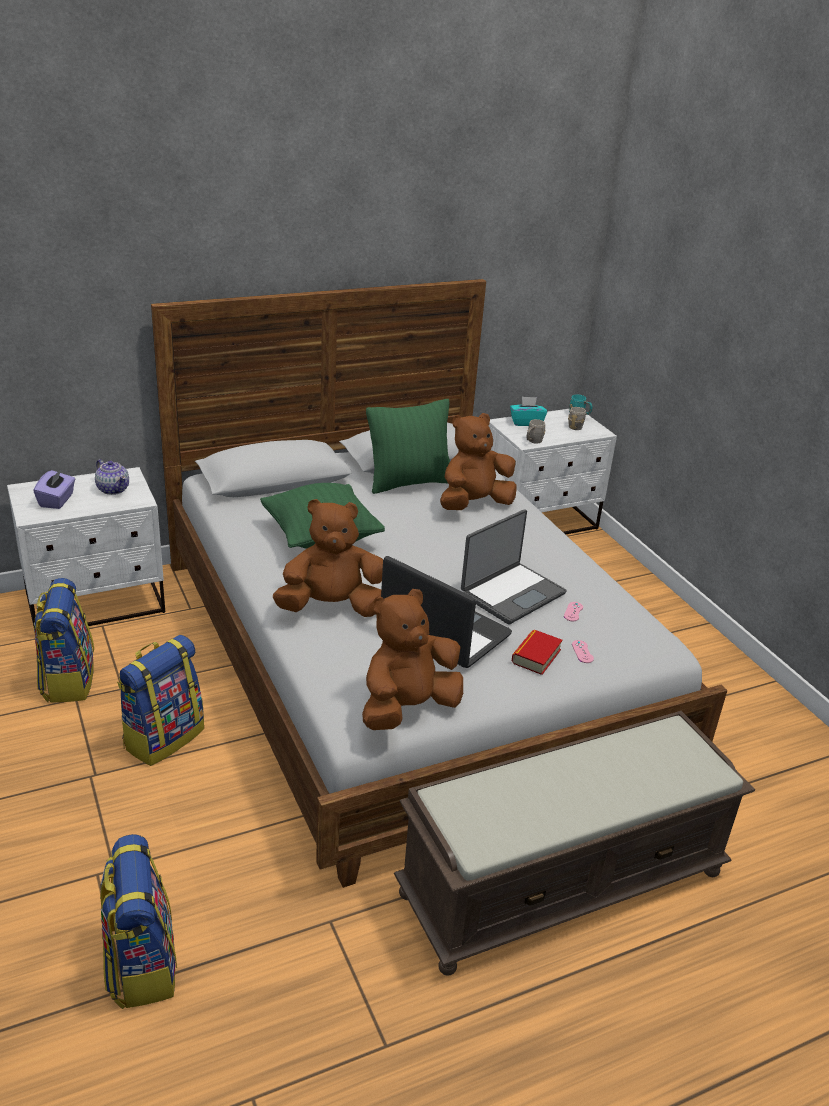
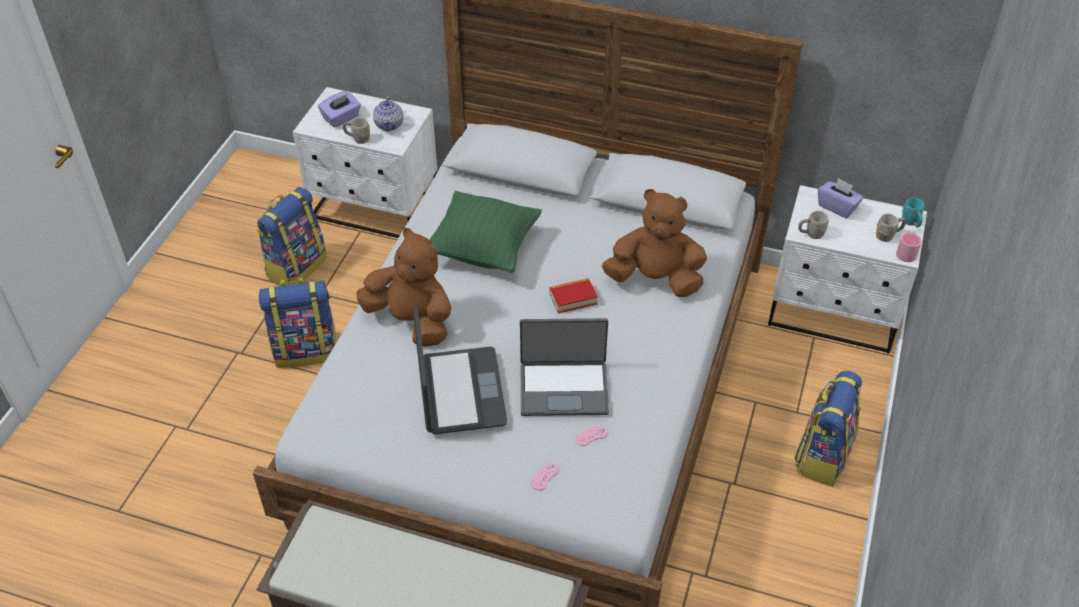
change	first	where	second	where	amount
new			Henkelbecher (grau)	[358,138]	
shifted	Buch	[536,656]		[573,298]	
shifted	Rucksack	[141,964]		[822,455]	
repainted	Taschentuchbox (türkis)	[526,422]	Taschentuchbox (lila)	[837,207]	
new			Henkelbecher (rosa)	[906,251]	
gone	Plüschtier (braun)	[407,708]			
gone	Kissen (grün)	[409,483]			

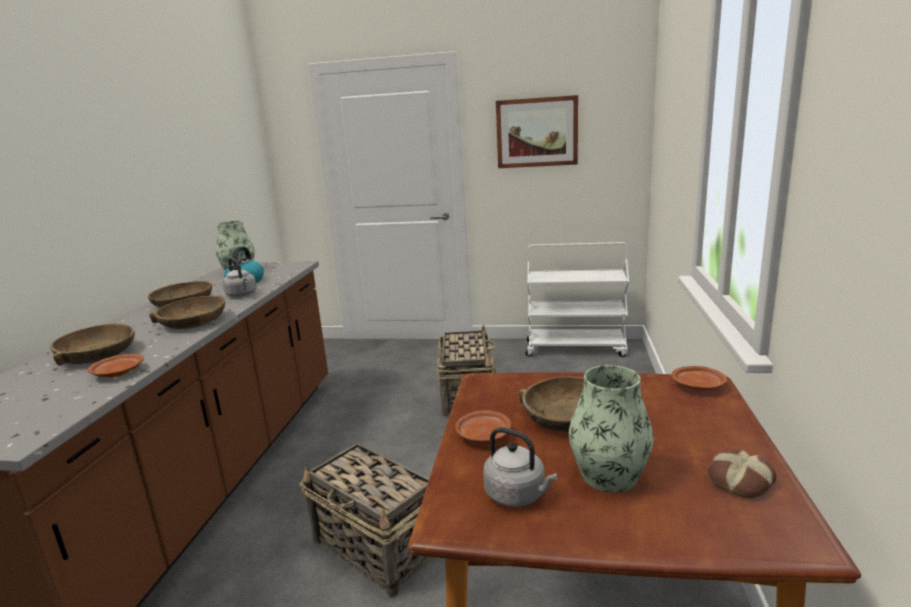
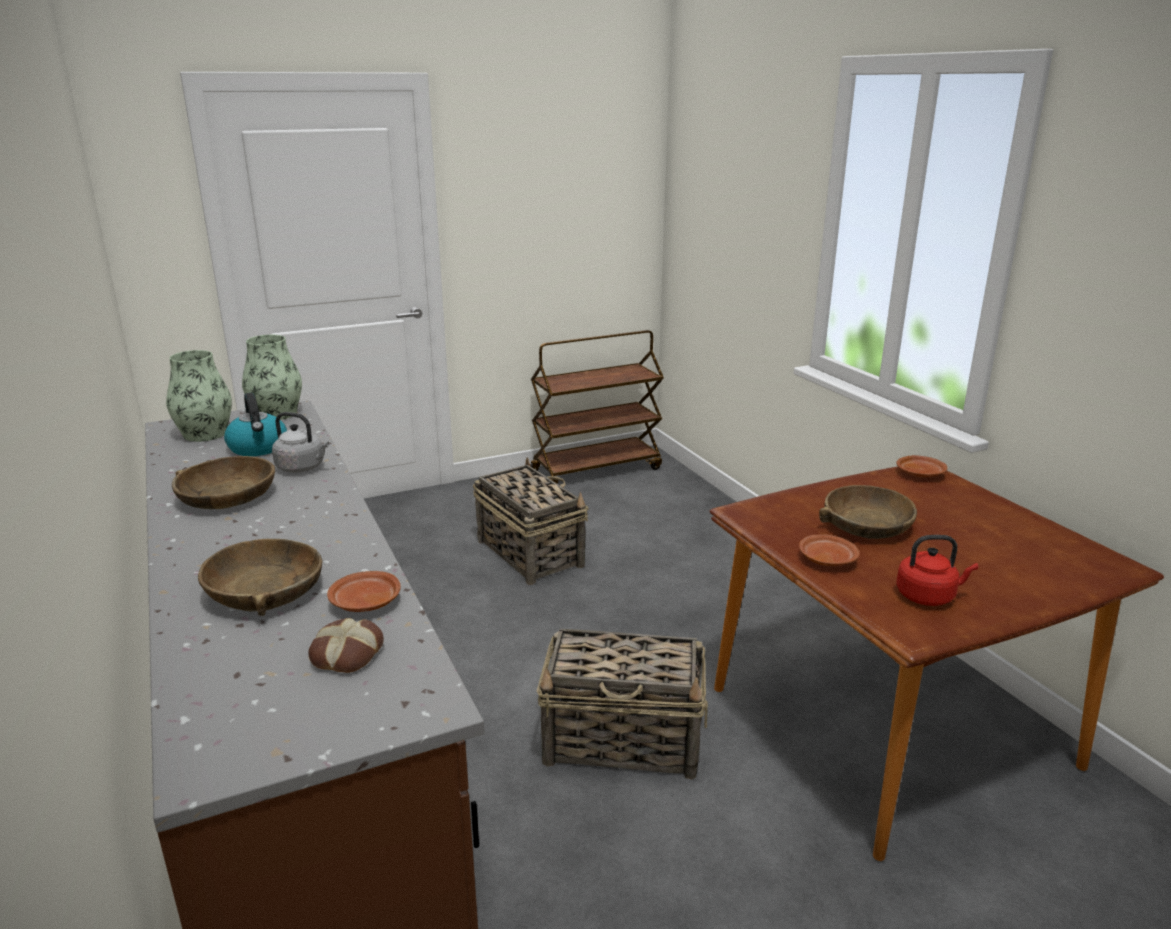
change	first	where	second	where	amount
shifted	Vase	[608,475]		[276,414]	
shifted	Brot	[739,480]		[346,653]	
repainted	Rollwagen (weiß)	[576,348]	Rollwagen (braun)	[596,470]	
repainted	Wasserkessel (grau)	[518,495]	Wasserkessel (rot)	[928,596]	
gone	Schüssel (braun)	[193,322]			
gone	Bild	[537,132]			

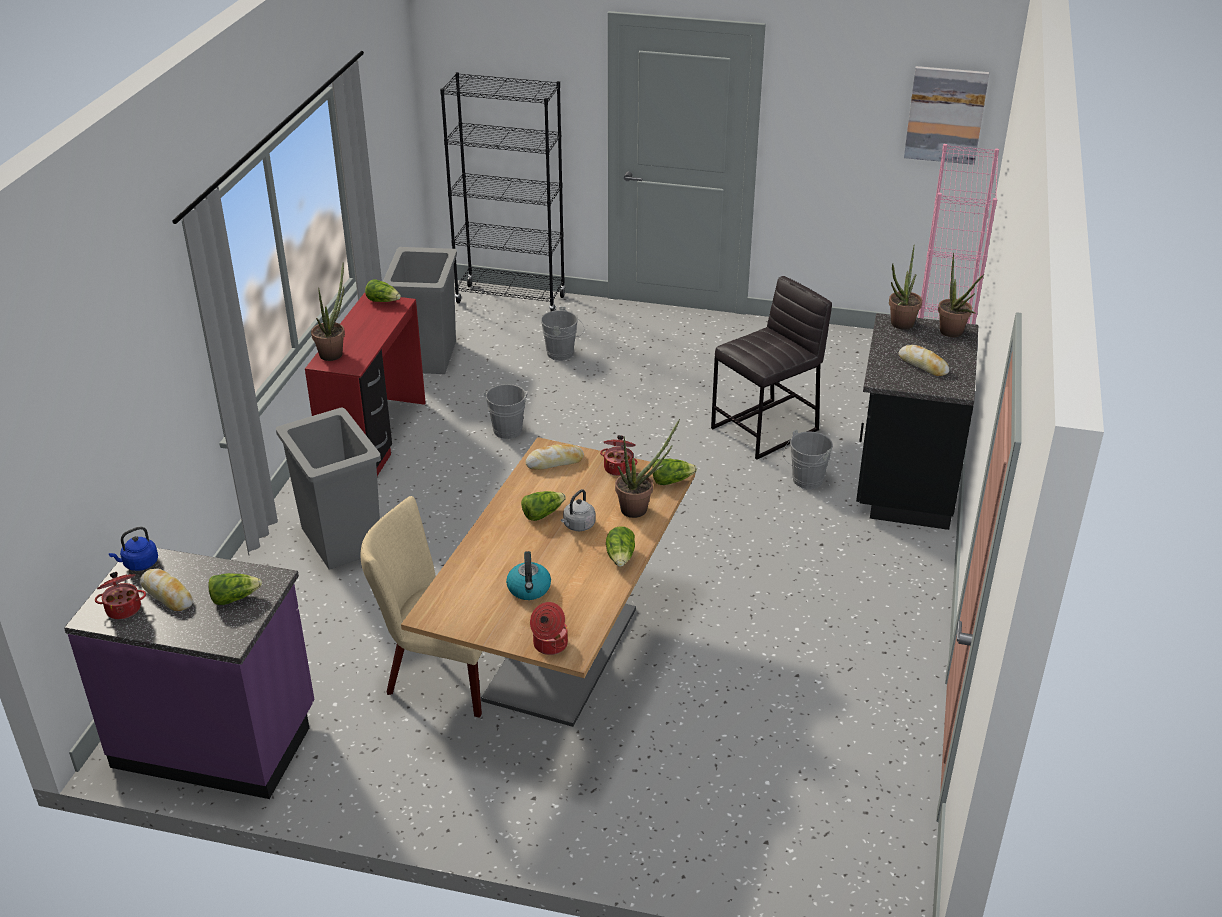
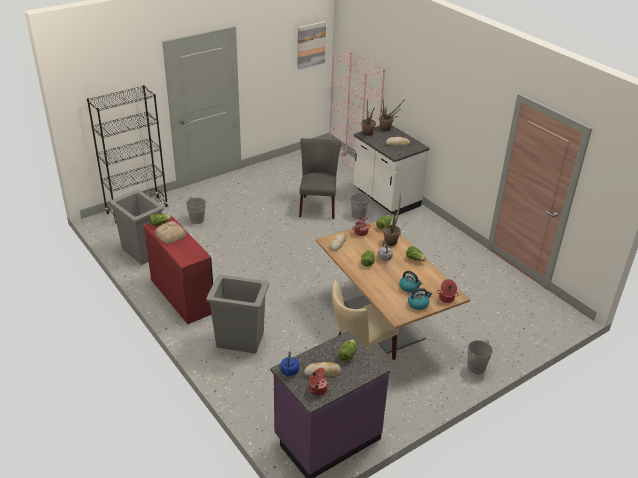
change	first	where	second	where	amount
new			Brot	[170,234]	
swapped	Hocker (grau)	[766,429]	Stuhl (grau)	[318,205]	
repainted	Küchenzeile (schwarz)	[903,482]	Küchenzeile (weiß)	[385,198]	
new			Wasserkessel	[418,304]	
shifted	Eimer (grau)	[508,428]		[474,366]	
gone	Topfpflanze	[334,352]			

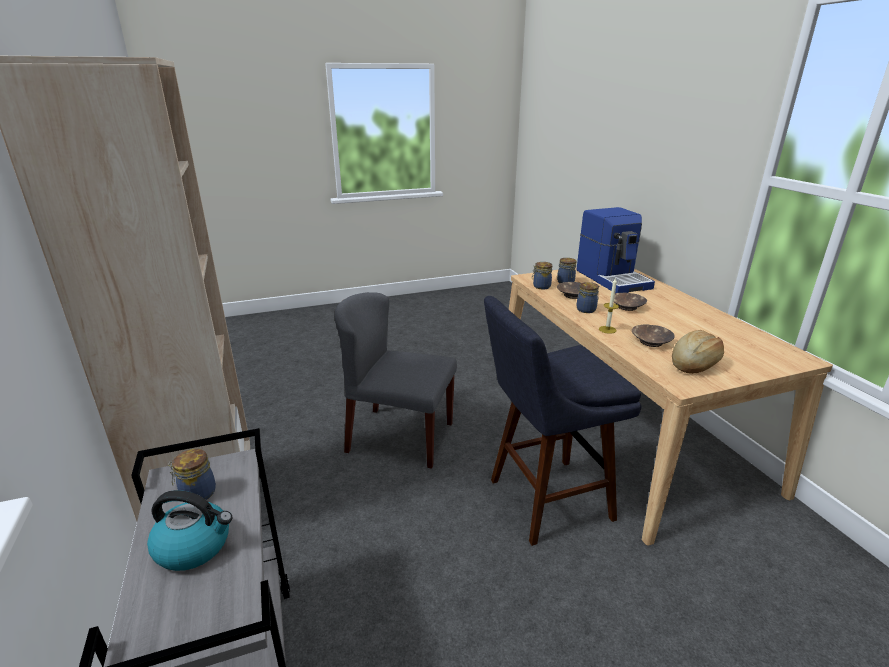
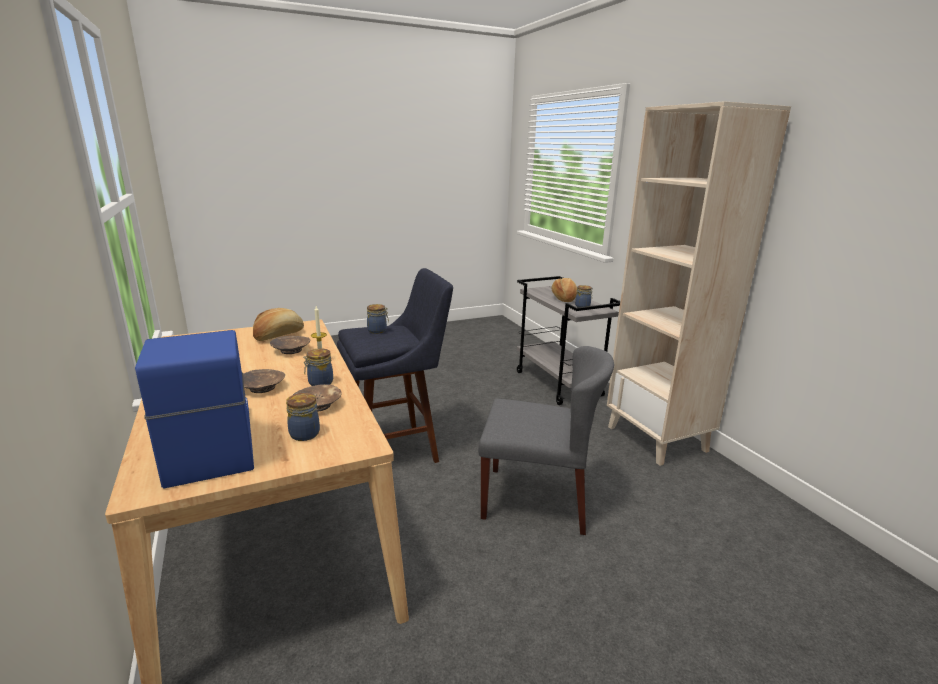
change	first	where	second	where	amount
shifted	Vorratsglas	[541,286]		[378,331]	
swapped	Wasserkessel	[195,546]	Brot	[564,298]	

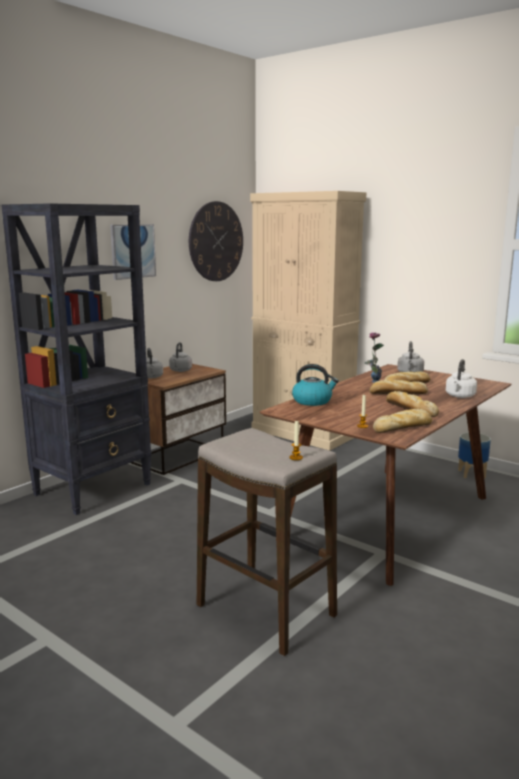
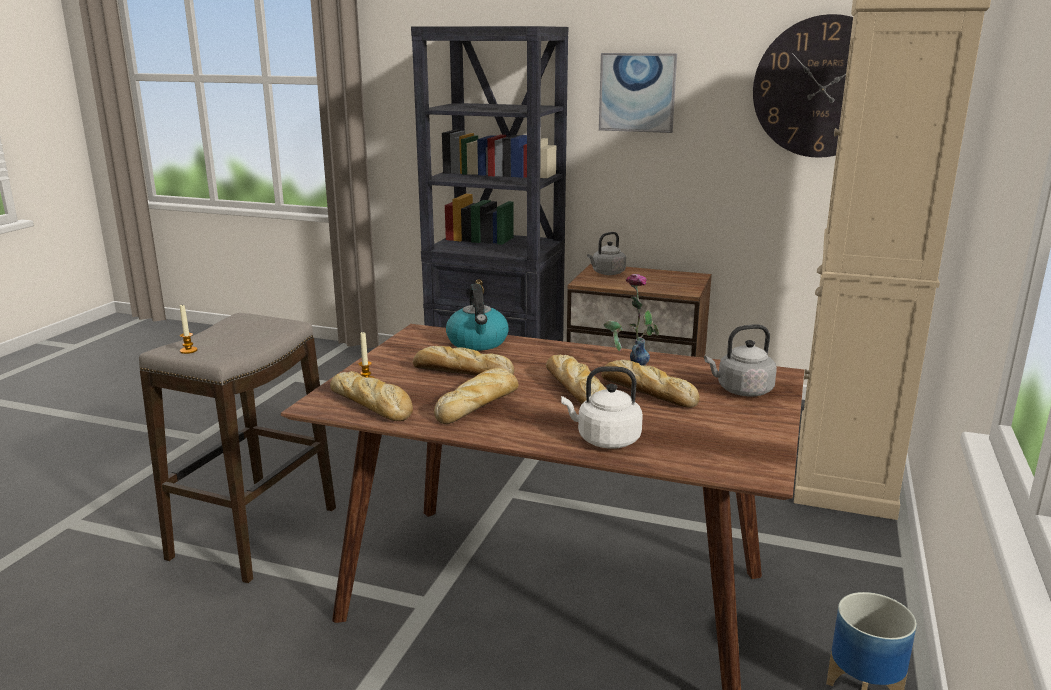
change	first	where	second	where	amount
new			Brot	[461,372]	
gone	Wasserkessel (grau)	[180,371]			

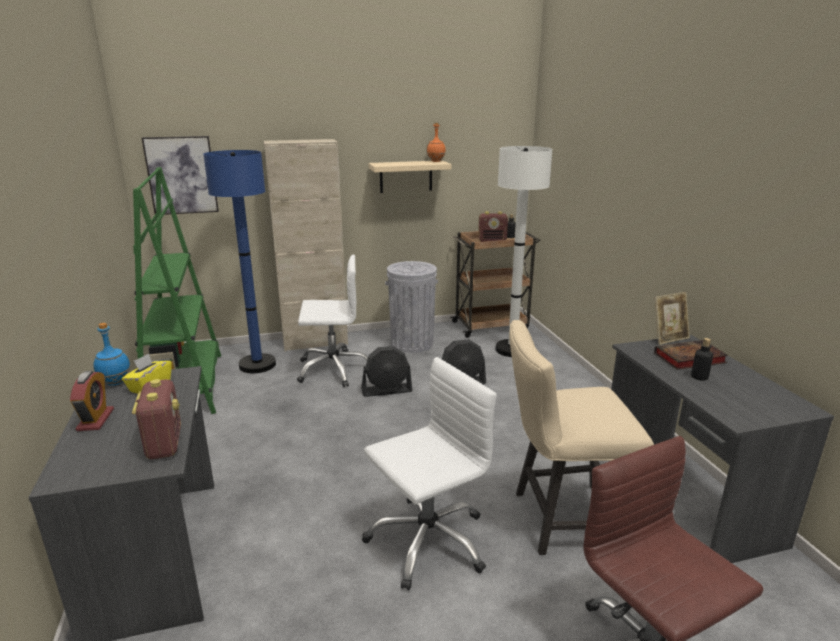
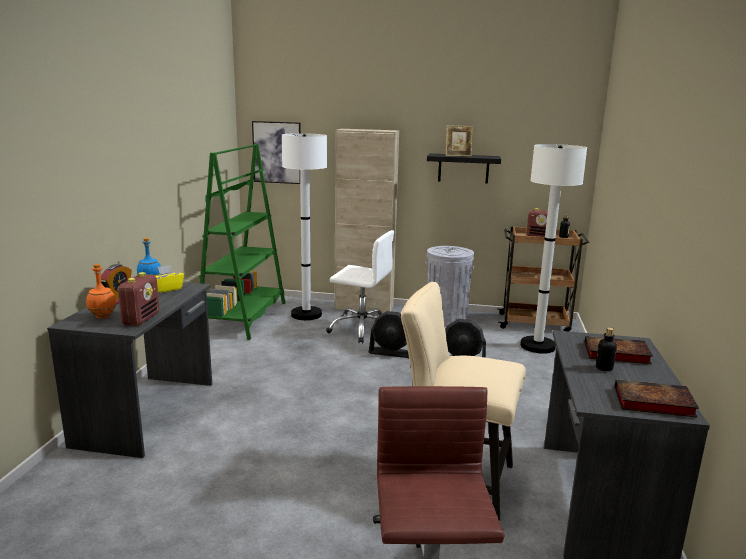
change	first	where	second	where	amount
shifted	Flasche (orange)	[436,161]		[103,317]	
repainted	Stehlampe (blau)	[257,365]	Stehlampe (weiß)	[306,314]	
repainted	Wandregal (beige)	[406,176]	Wandregal (schwarz)	[463,168]	
shifted	Bilderrahmen	[668,338]		[458,155]	
new			Buch	[651,402]	
gone	Bürostuhl (weiß)	[427,540]			

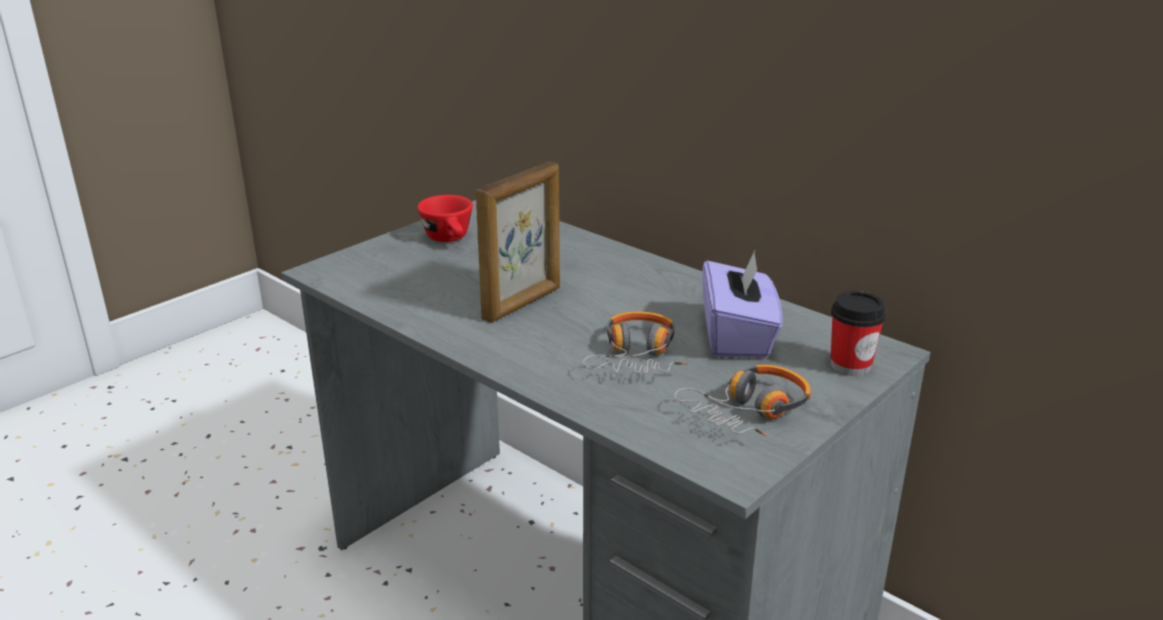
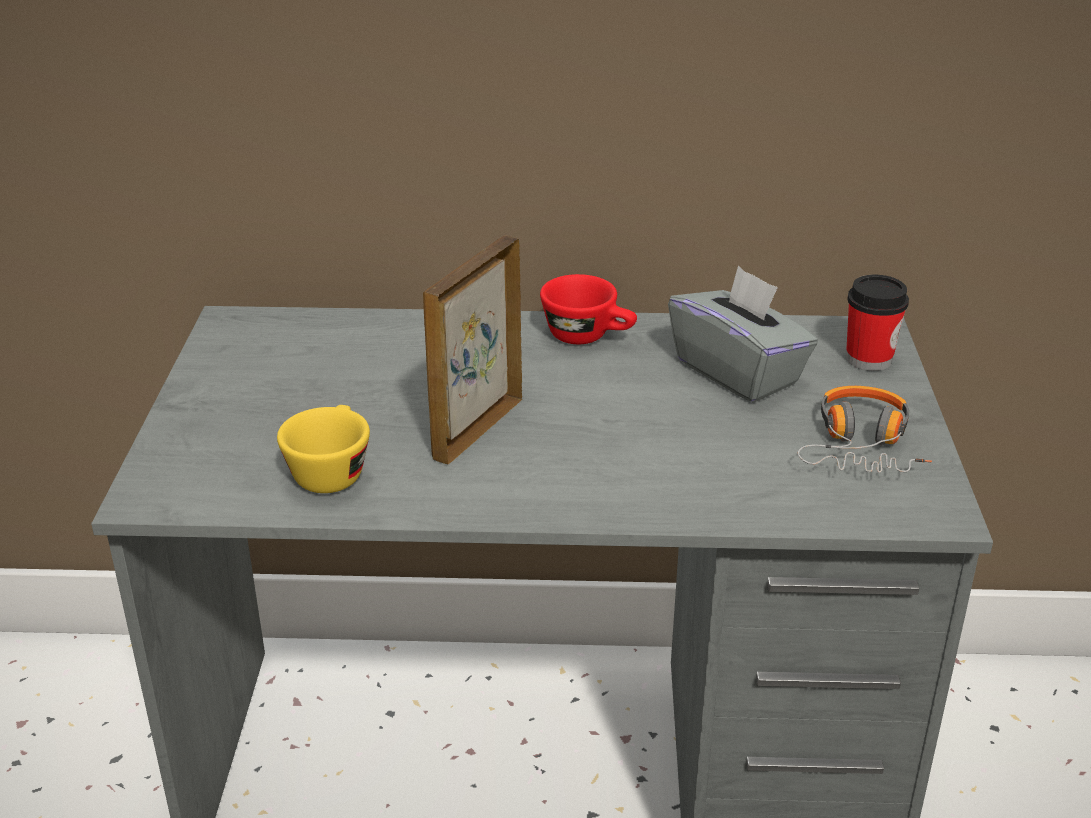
change	first	where	second	where	amount
new			Tasse (gelb)	[330,470]	
rotated	Bilderrahmen	[523,303]		[476,429]	150 degrees counterclockwise
shifted	Tasse (rot)	[450,239]		[589,336]	
repainted	Taschentuchbox (lila)	[737,337]	Taschentuchbox (grau)	[738,372]	
gone	Kopfhörer	[637,356]			

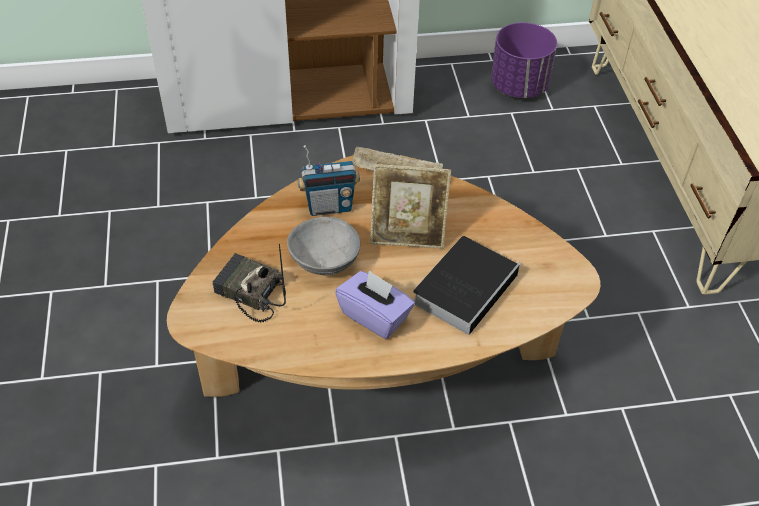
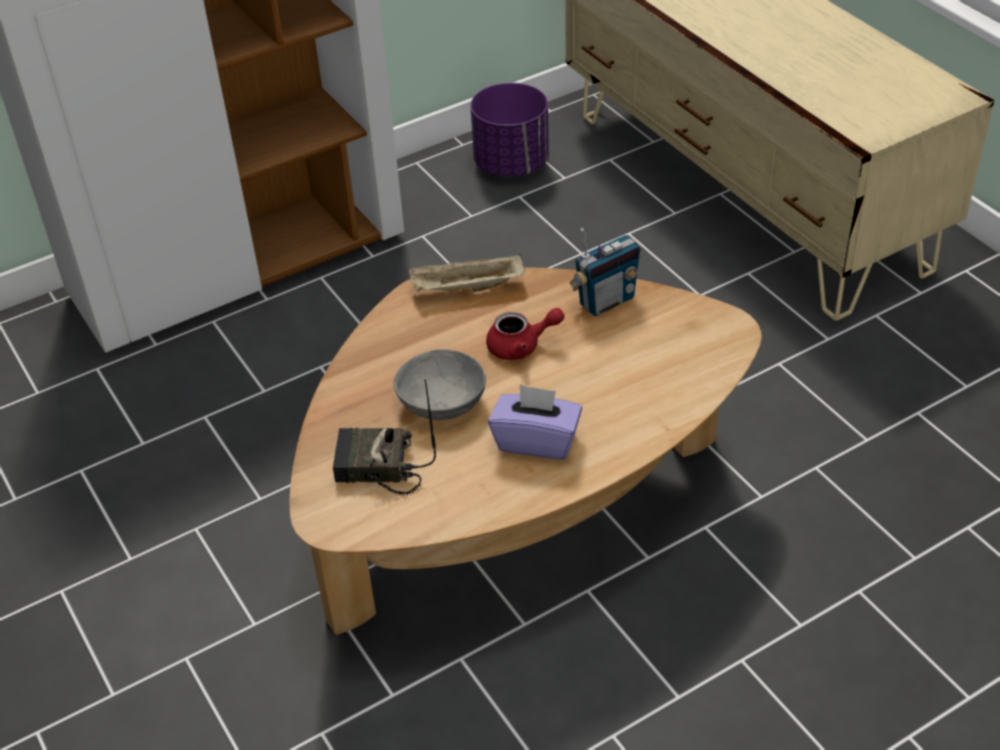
change	first	where	second	where	amount
swapped	Bilderrahmen	[407,236]	Teekanne (rot)	[521,346]	
shifted	Radio	[329,207]		[606,301]	
gone	Buch	[466,286]			

